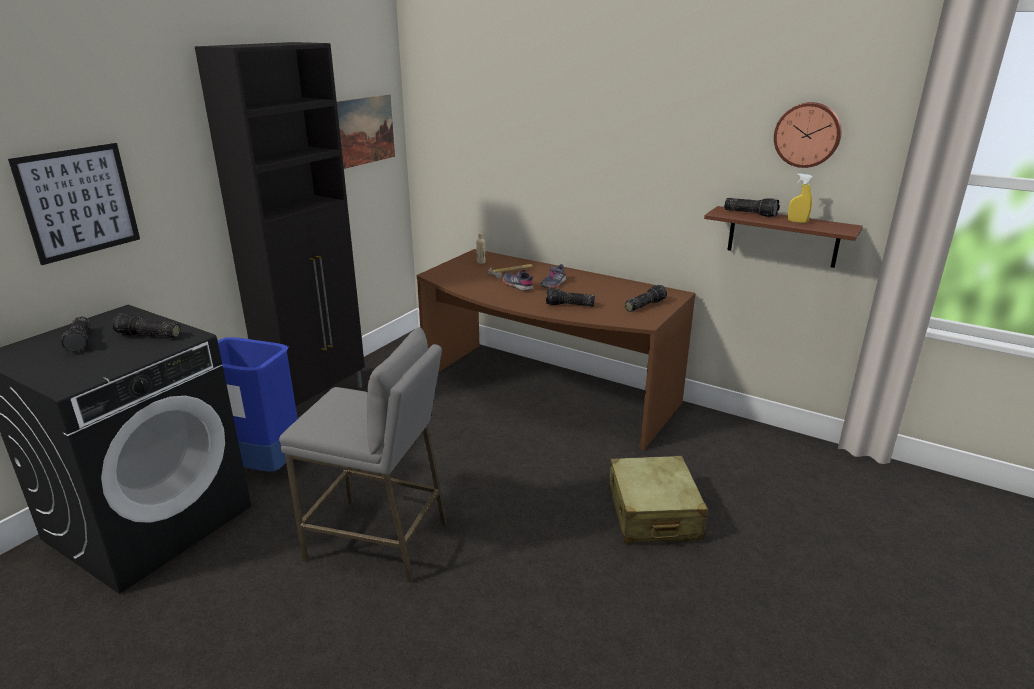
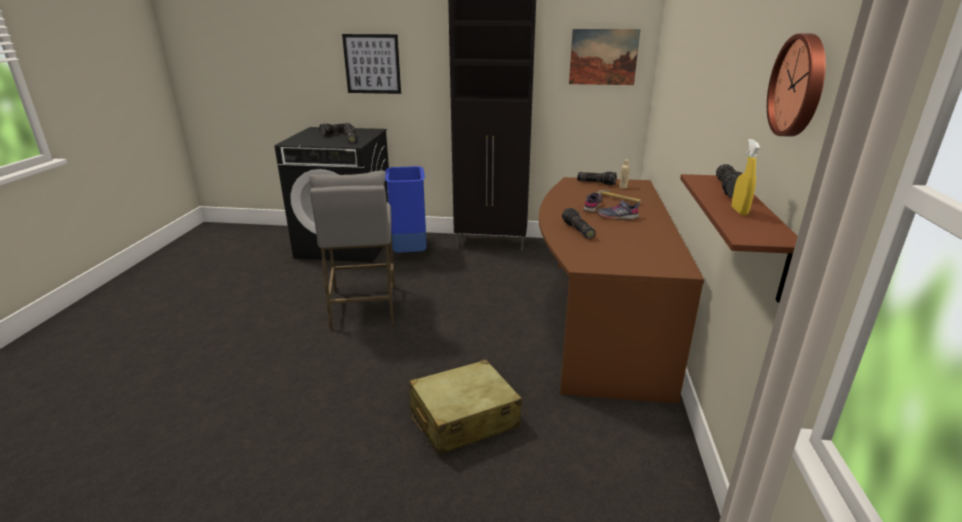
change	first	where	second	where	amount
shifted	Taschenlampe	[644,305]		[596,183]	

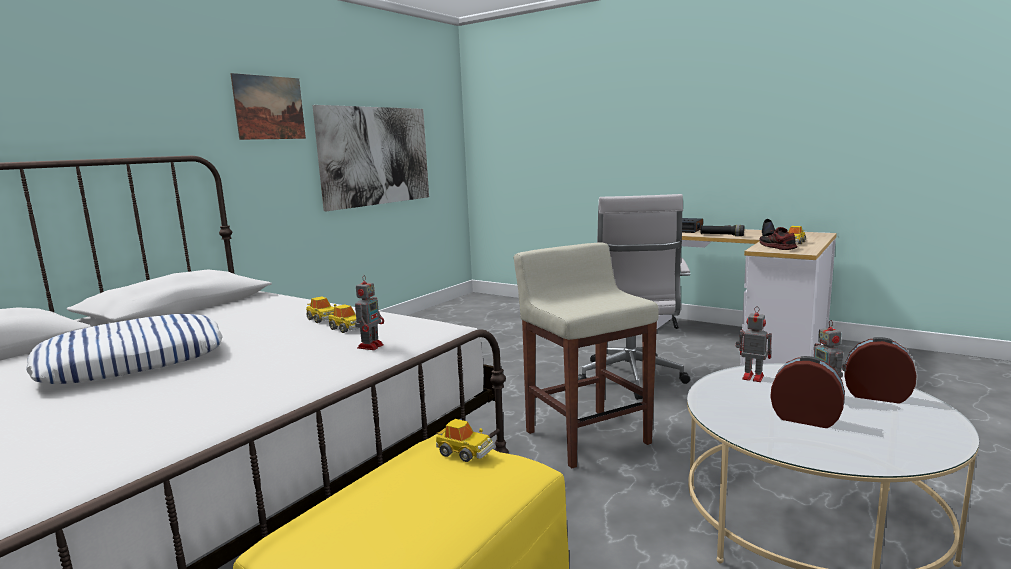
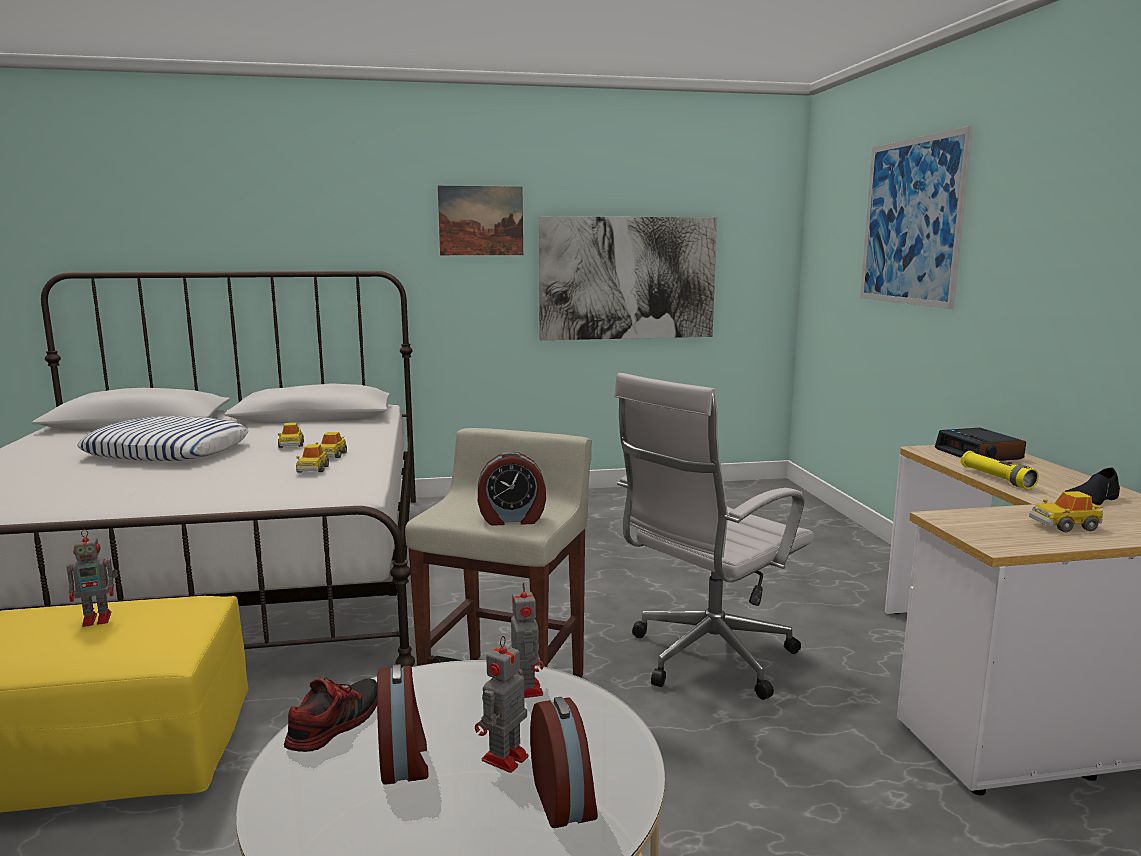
change	first	where	second	where	amount
shifted	Spielzeugroboter	[371,346]		[99,619]	
shifted	Spielzeugauto	[464,452]		[291,445]	
shifted	Schuh	[777,247]		[335,725]	
new			Wecker	[512,519]	
new			Bild	[911,222]	
repainted	Taschenlampe (schwarz)	[722,235]	Taschenlampe (gelb)	[996,479]	

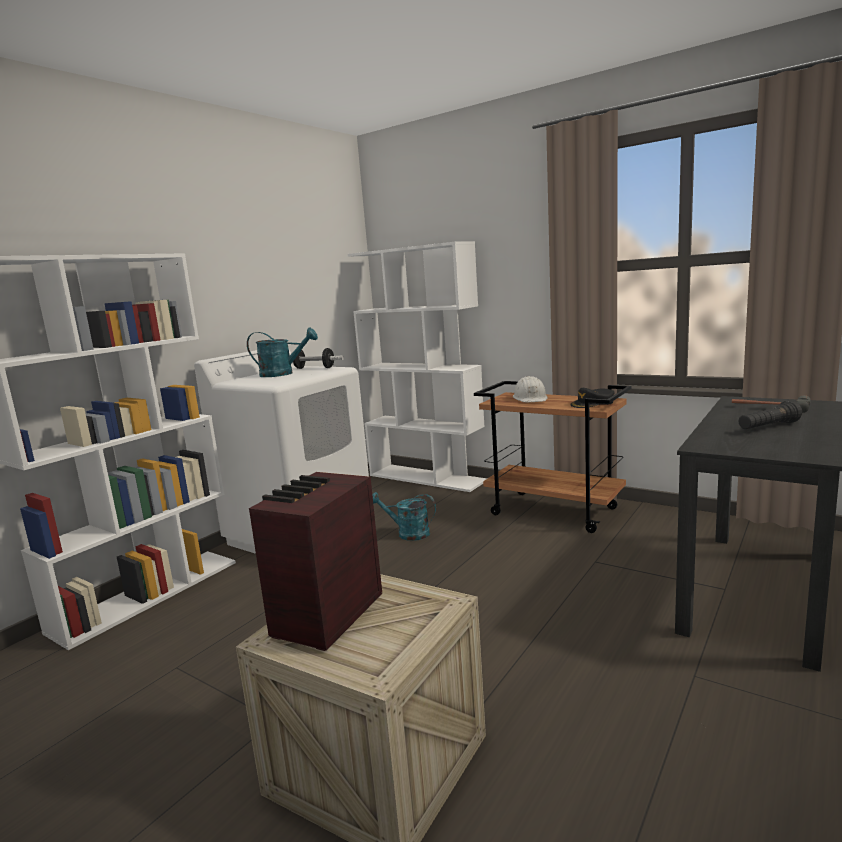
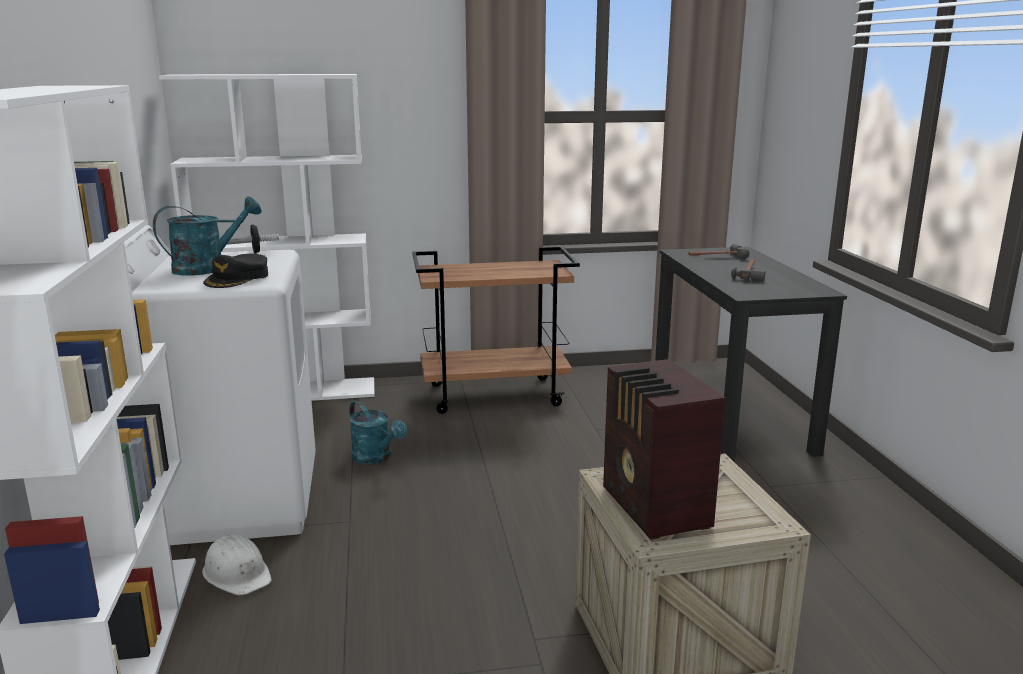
change	first	where	second	where	amount
shifted	Schutzhelm (weiß)	[530,398]		[237,573]	
shifted	Kappe (schwarz)	[592,403]		[238,278]	
rotated	Gießkanne (türkis)	[407,533]		[376,458]	105 degrees counterclockwise
swapped	Taschenlampe (schwarz)	[768,427]	Hammer	[750,273]	

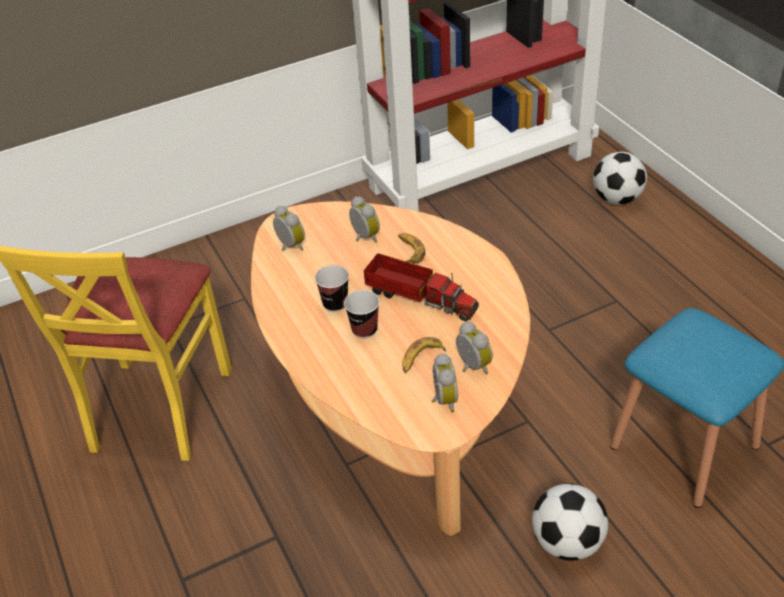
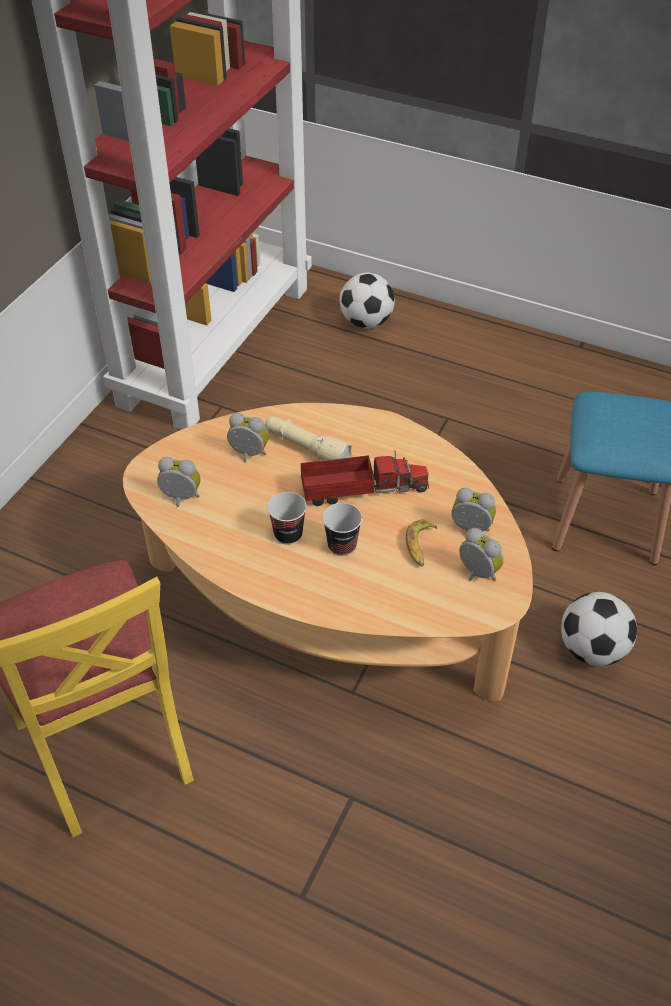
change	first	where	second	where	amount
swapped	Banane	[409,251]	Taschenlampe (beige)	[306,449]	

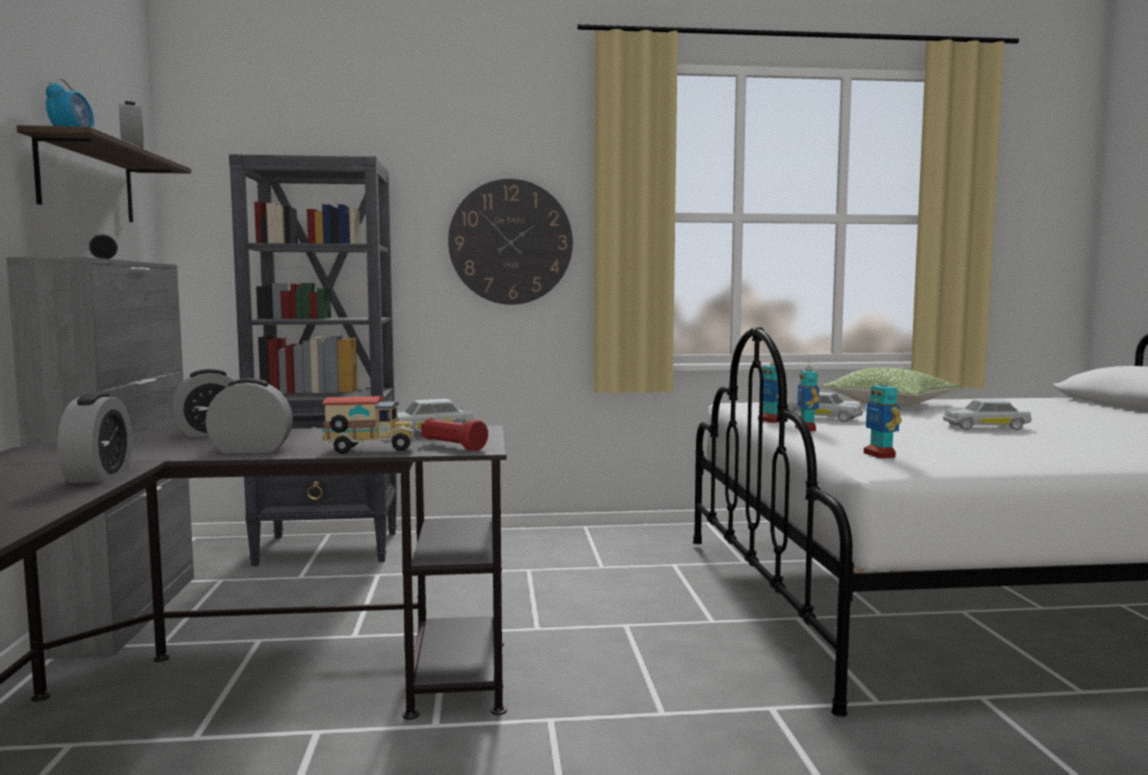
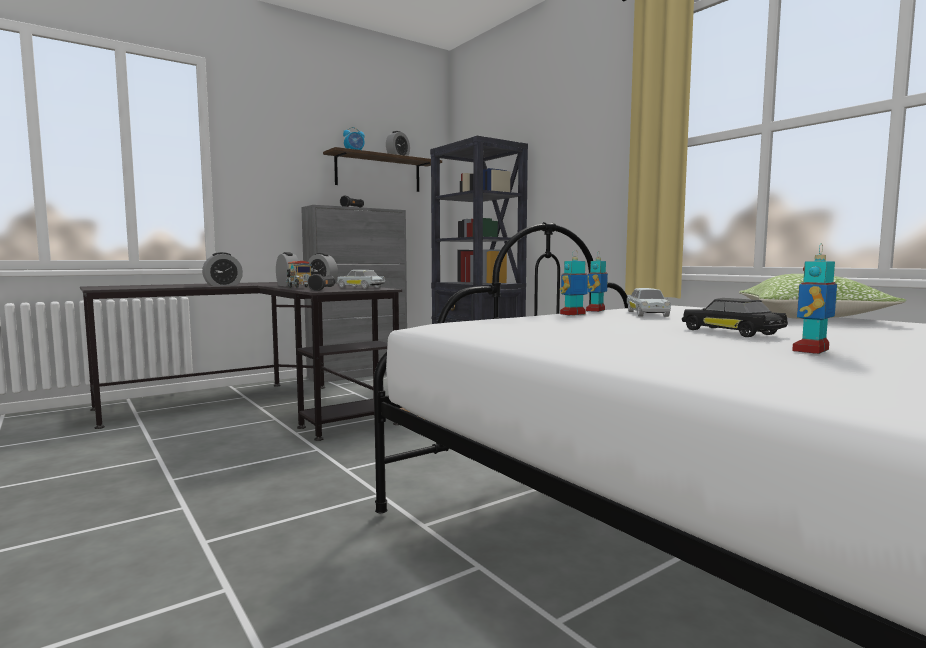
change	first	where	second	where	amount
repainted	Taschenlampe (rot)	[453,446]	Taschenlampe (schwarz)	[323,290]	
repainted	Spielzeugauto (weiß)	[986,427]	Spielzeugauto (schwarz)	[731,332]	
shifted	Spielzeugroboter	[880,455]		[812,350]	
gone	Wanduhr	[510,242]			

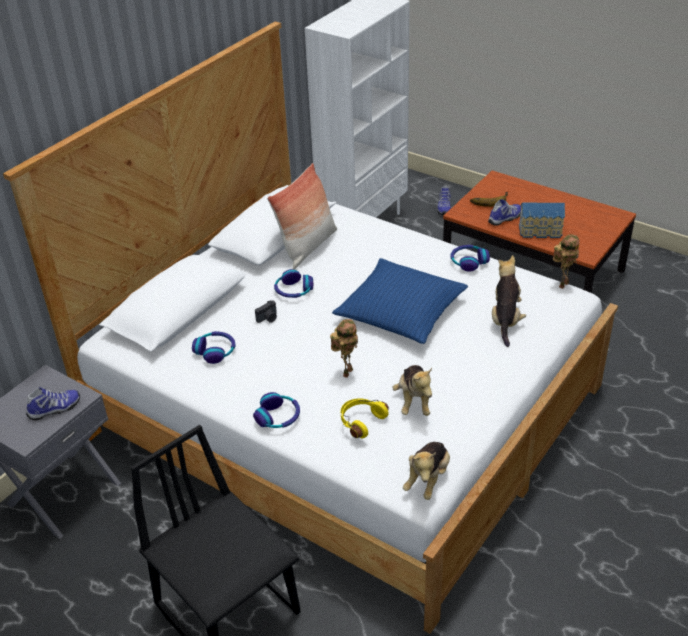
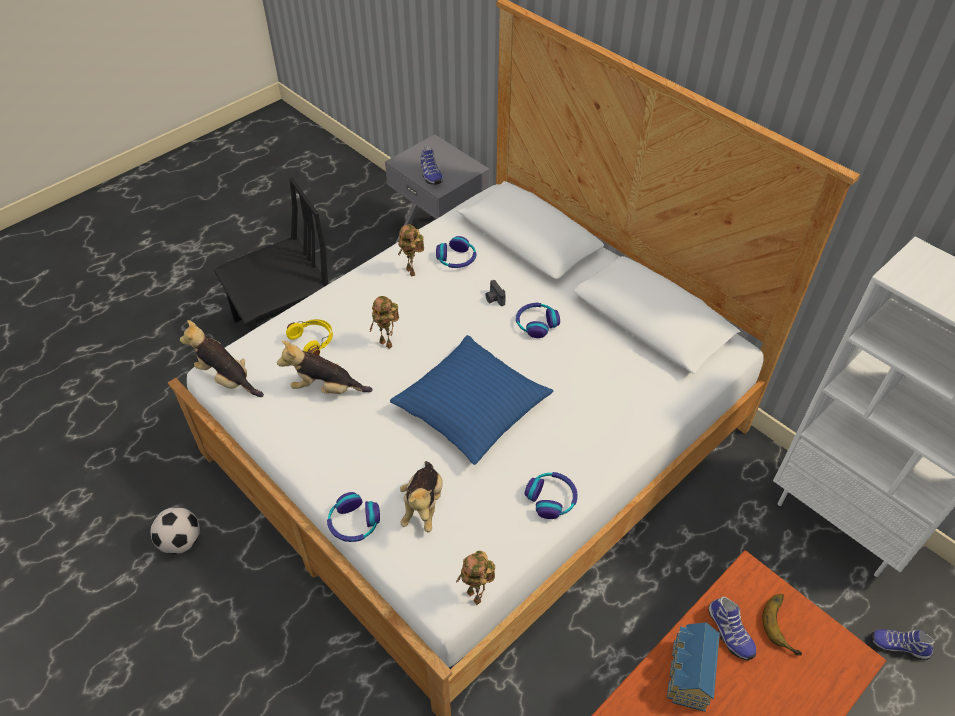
change	first	where	second	where	amount
new			Fußball	[181,541]	
shifted	Kopfhörer	[278,417]		[354,523]	
new			Spielzeugroboter	[412,272]	
rotated	Plüschtier	[505,320]		[423,505]	75 degrees clockwise
gone	Kissen	[307,247]			

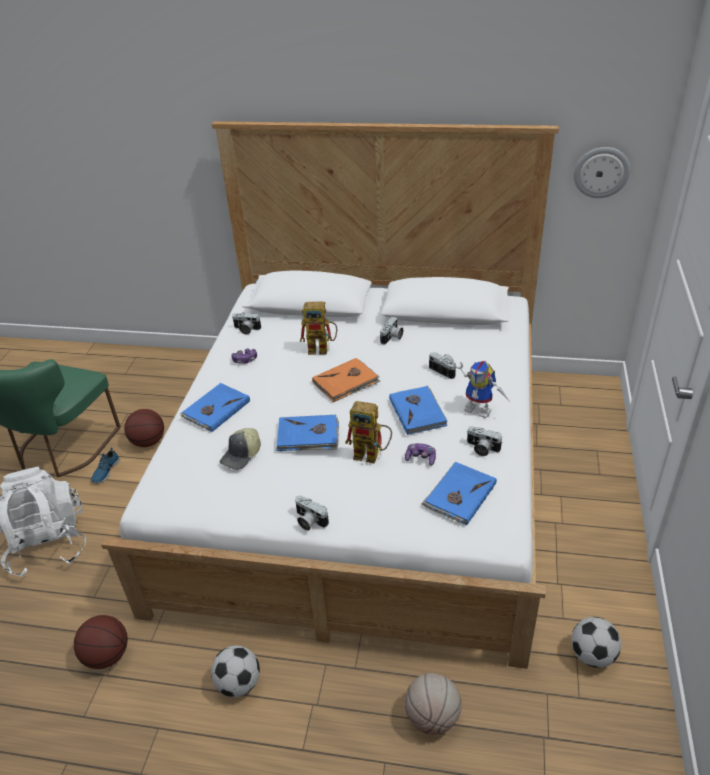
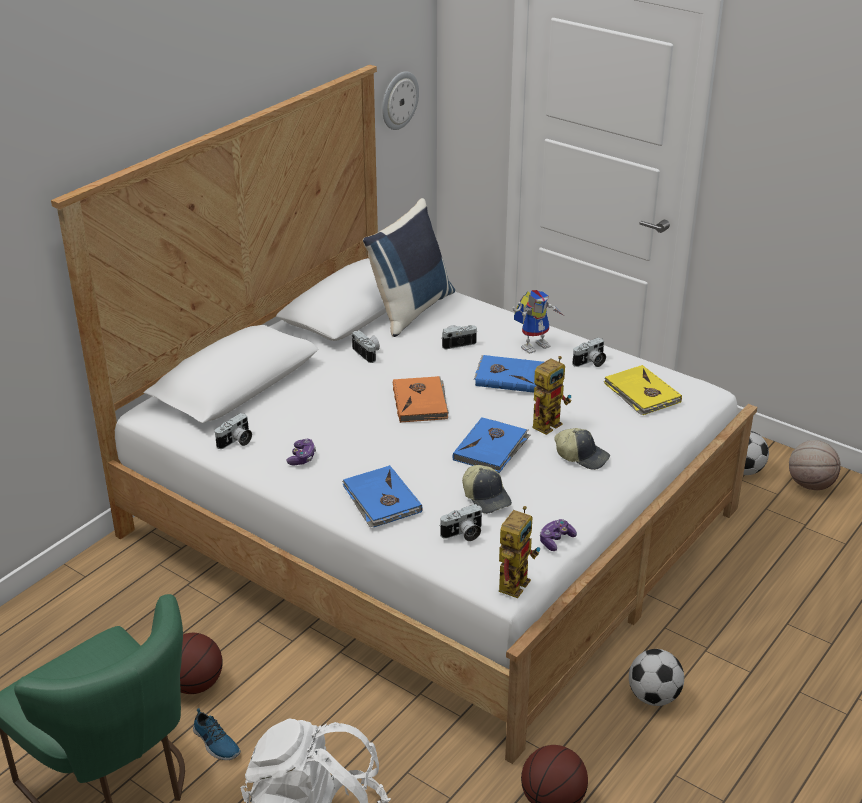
change	first	where	second	where	amount
new			Kissen (blau)	[410,309]	
shifted	Kamera	[309,521]		[463,534]	
shifted	Spielzeugroboter	[322,349]		[514,580]	
shifted	Gamepad	[420,458]		[556,540]	
new			Kappe	[582,456]	
repainted	Buch (blau)	[459,495]	Buch (gelb)	[641,394]	
shifted	Basketball	[432,717]		[810,484]	

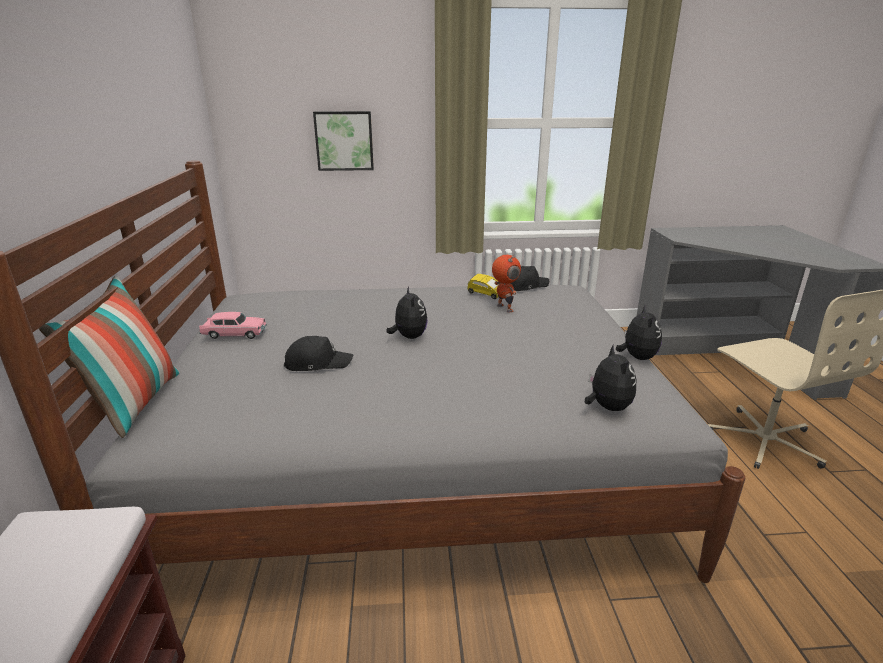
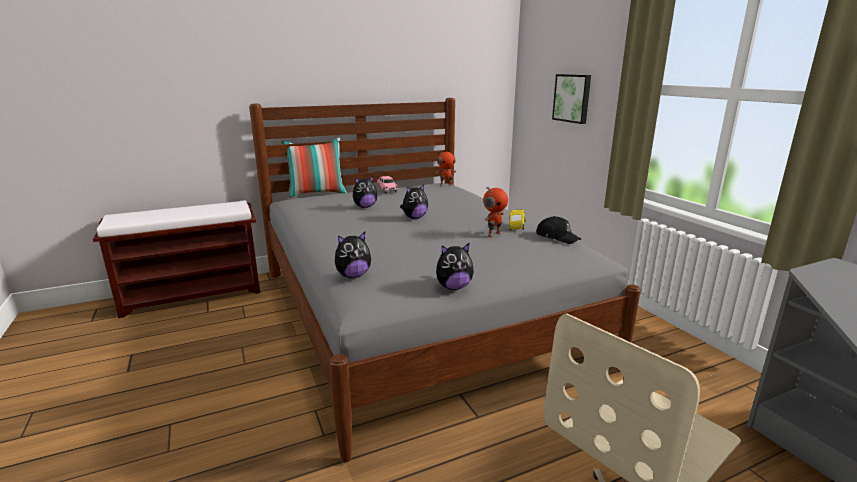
change	first	where	second	where	amount
swapped	Kappe (schwarz)	[317,363]	Plüschtier	[365,207]	
new			Spielzeugroboter	[446,185]	

